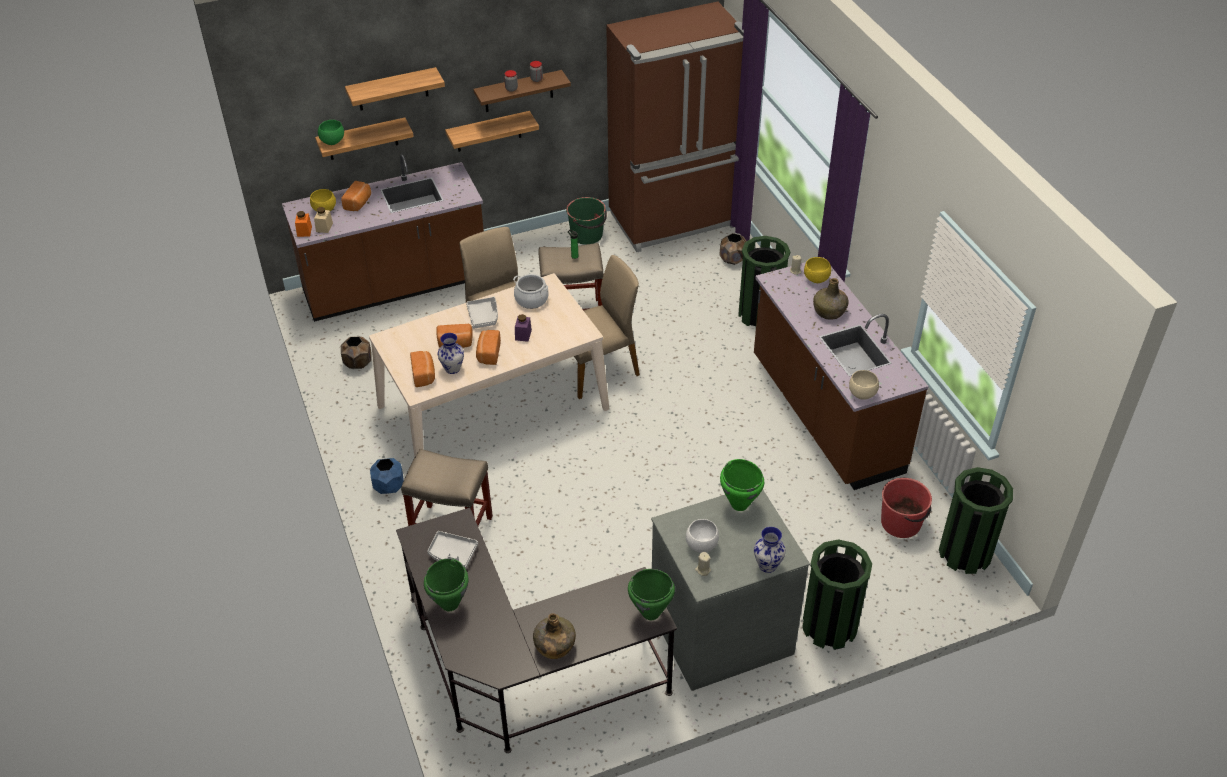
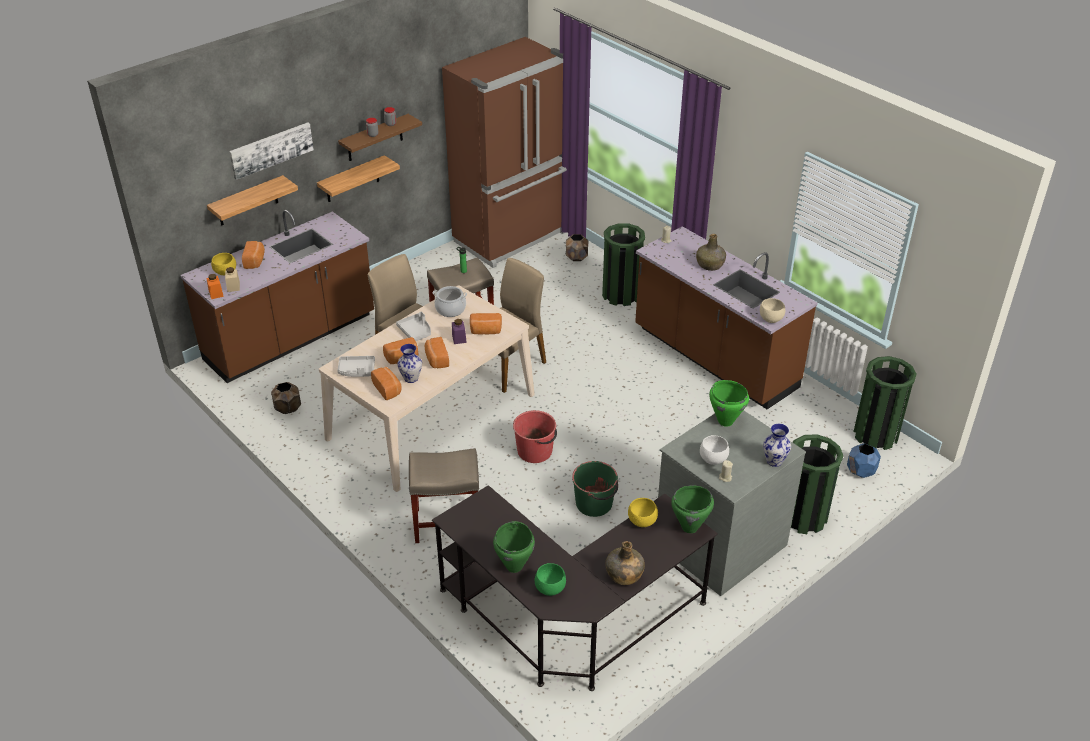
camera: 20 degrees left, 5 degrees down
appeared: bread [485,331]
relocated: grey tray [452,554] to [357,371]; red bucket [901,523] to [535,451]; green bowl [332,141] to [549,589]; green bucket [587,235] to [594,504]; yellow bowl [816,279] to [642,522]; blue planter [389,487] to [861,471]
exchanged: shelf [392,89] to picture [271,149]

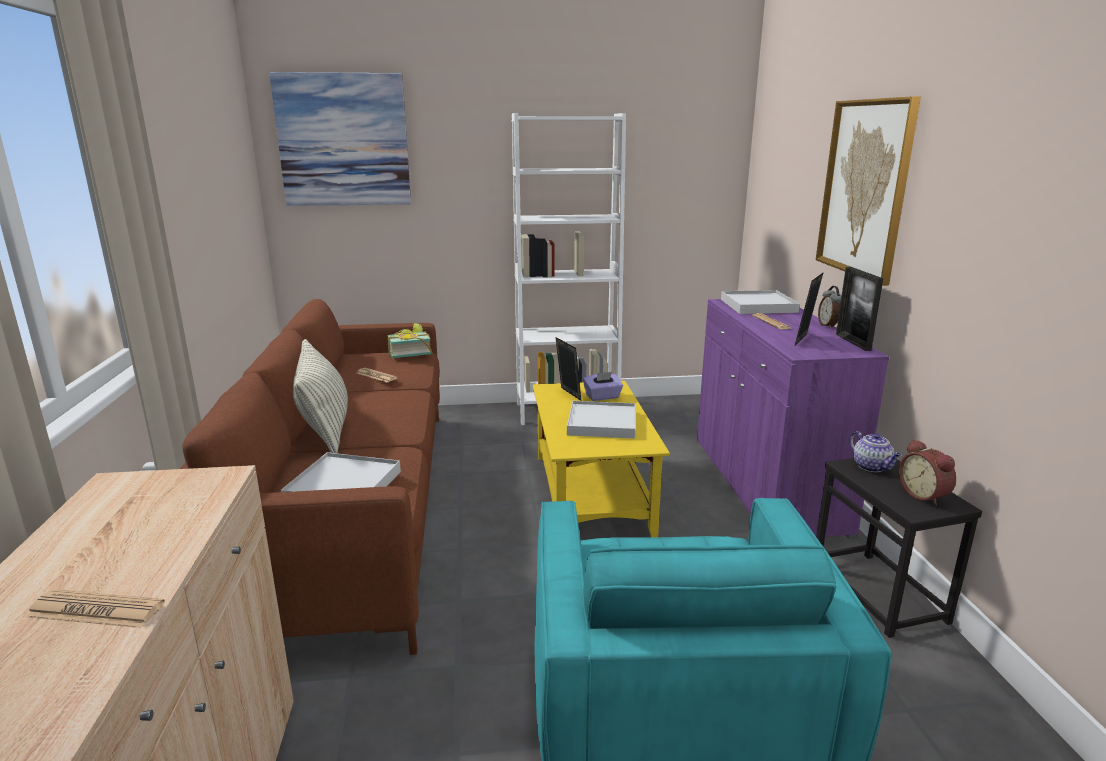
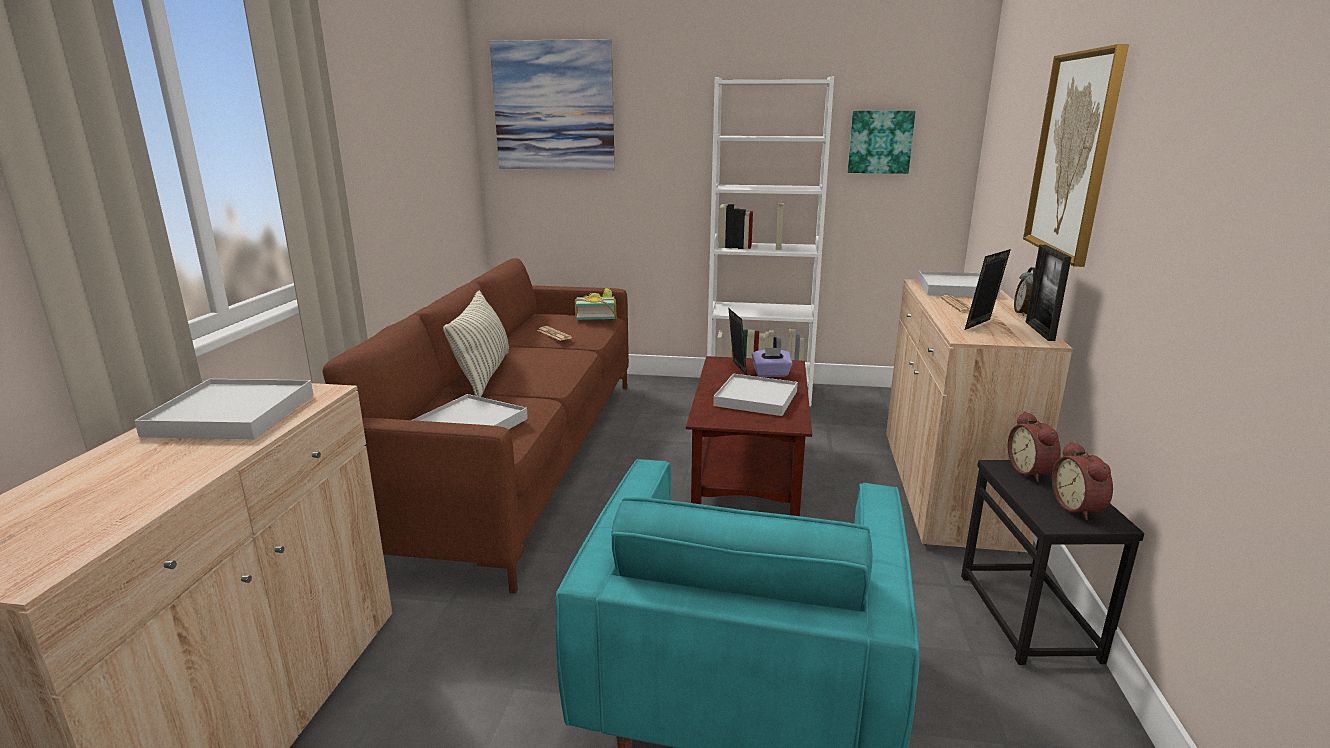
camera: 15 degrees right, 0 degrees up
missing: newspaper [96,610]
appeared: white tray [232,414]; picture [880,142]
exchanged: teapot [872,467] to alarm clock [1032,471]
colour: yellow coffee table [590,493] to brown coffee table [747,473]; purple cabinet [766,484] to beige cabinet [946,488]

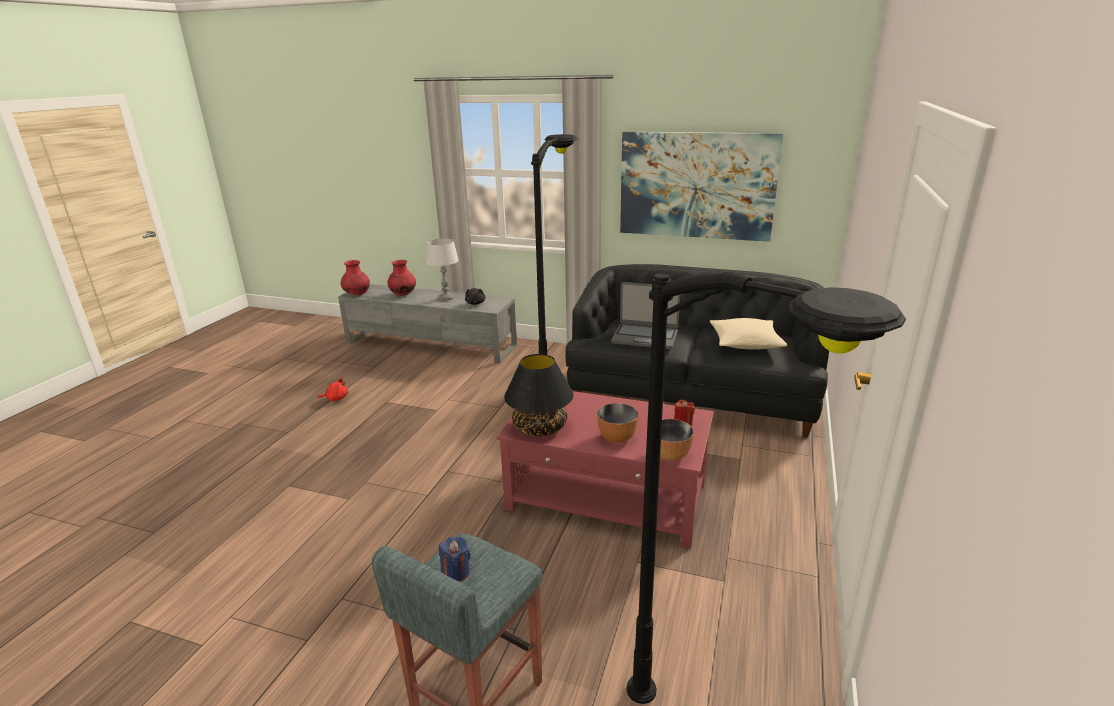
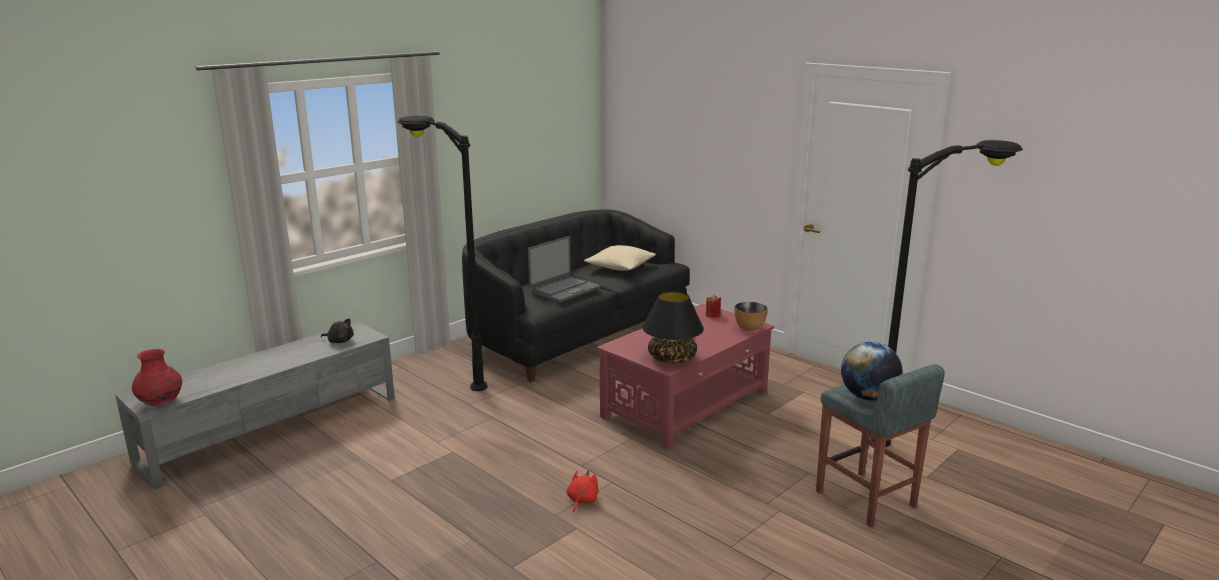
camera: 65 degrees left, 5 degrees down
missing: red vase [403,294]; grey table lamp [446,298]; bowl [617,438]; picture [696,185]
relocated: red plush toy [336,398] to [582,500]
exchanged: blue candle [456,572] to globe [868,397]

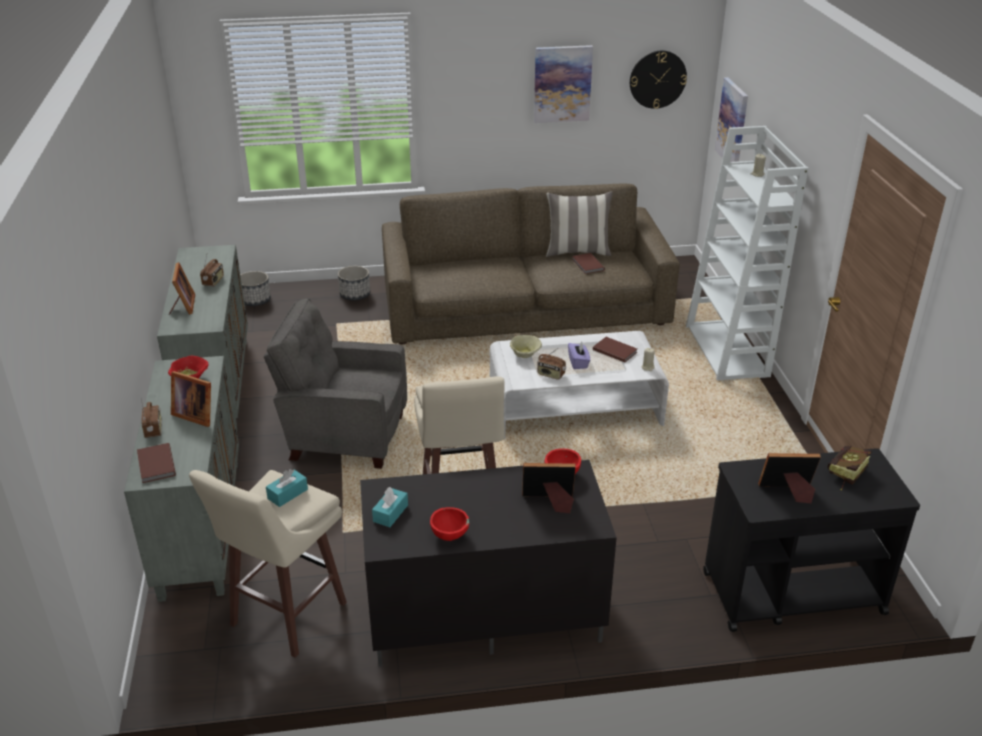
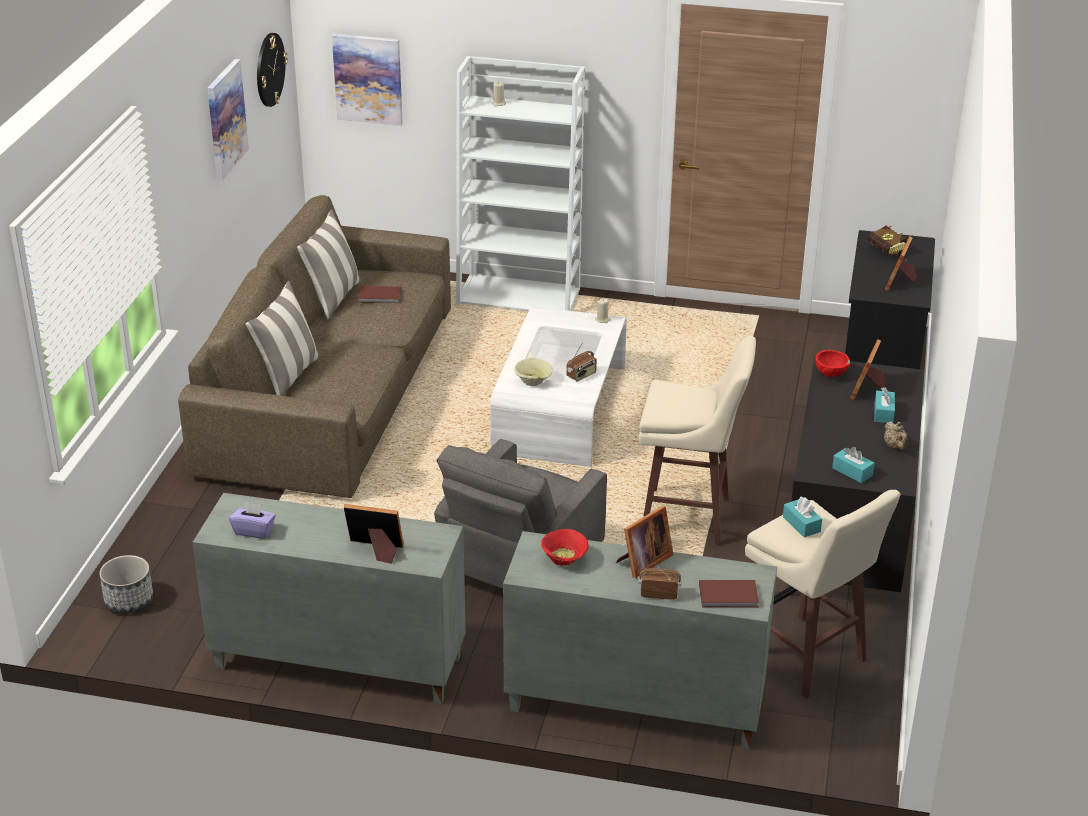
camera: 70 degrees left, 0 degrees up
missing: radio [213,281]; planter [355,295]; brown book [615,350]
appeared: pillow [287,375]; turquoise tissue box [883,413]
relocated: purple tissue box [578,363] to [254,531]
exchanged: red bowl [449,535] to beige teapot [895,447]

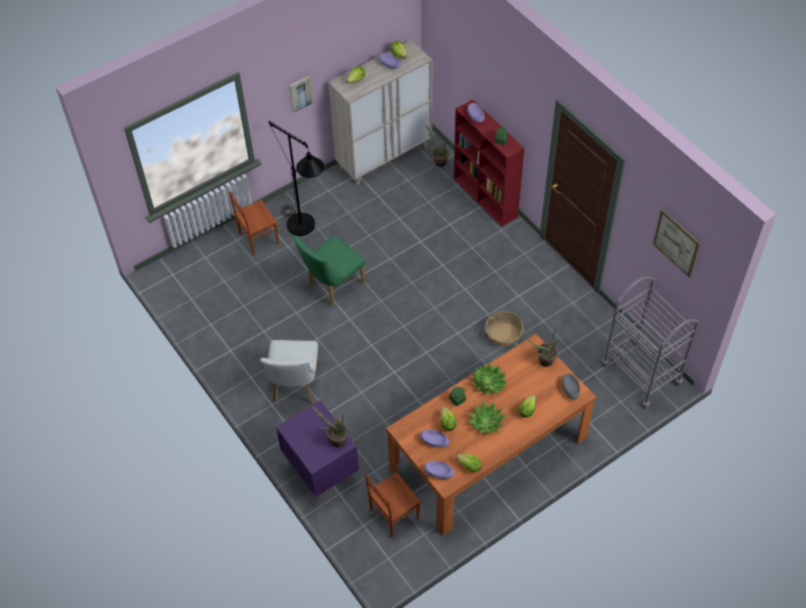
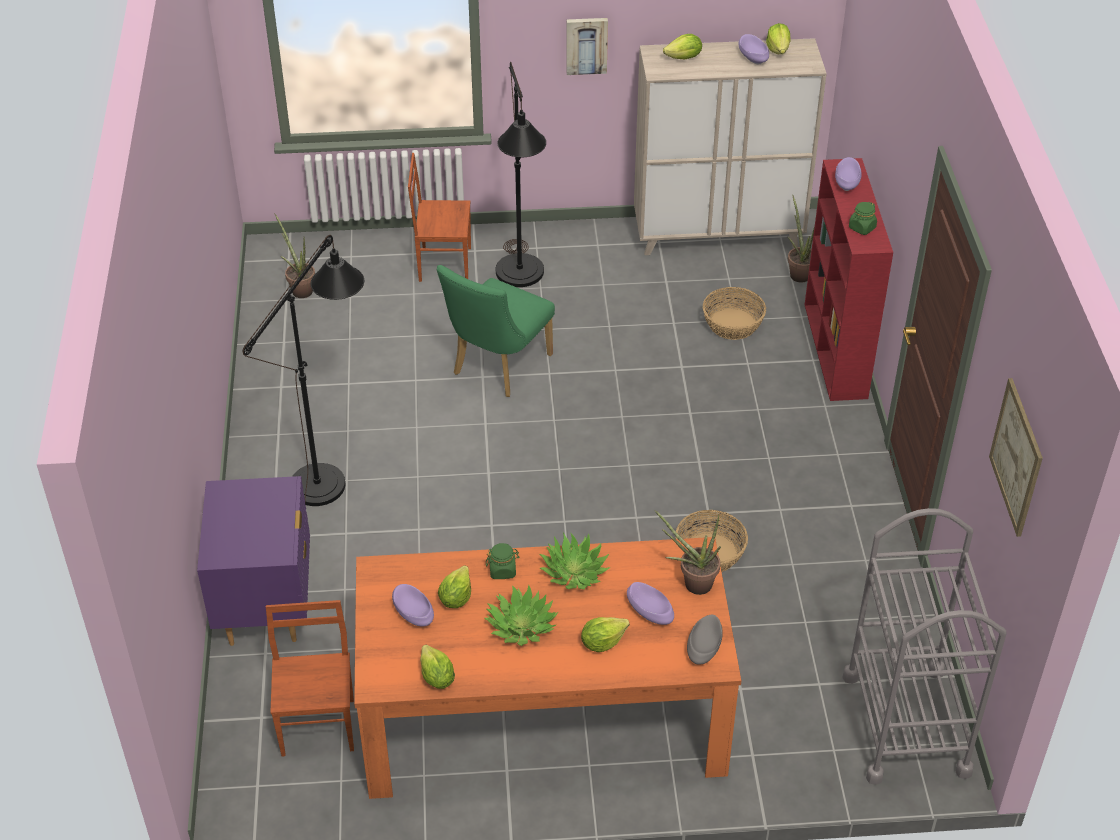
camera: 30 degrees right, 10 degrees down
appeared: basket [733,324]
relocated: potted plant [335,439] to [300,289]; purple bowl [438,473] to [649,611]
exchanged: white chair [295,387] to black floor lamp [328,476]
spun: brown chair [393,514] = [319,726] 90 degrees clockwise; green chair [332,286] = [497,368] 45 degrees counterclockwise

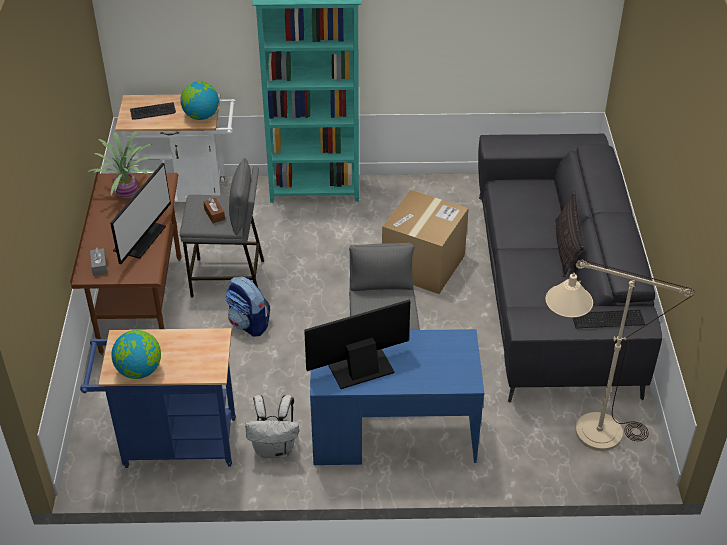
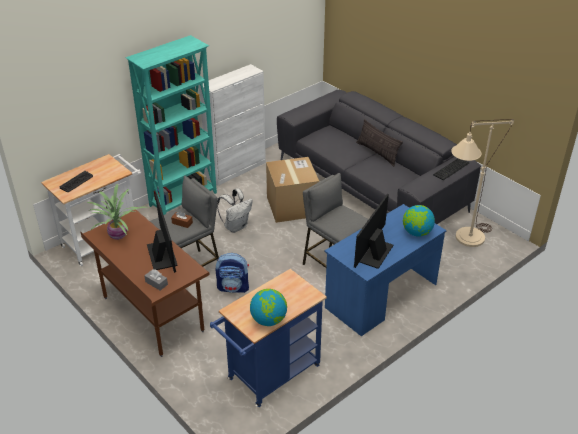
camera: 40 degrees left, 5 degrees down
appeared: white cabinet [236,169]
relocated: white backpack [275,448] to [236,226]; globe [201,116] to [416,232]

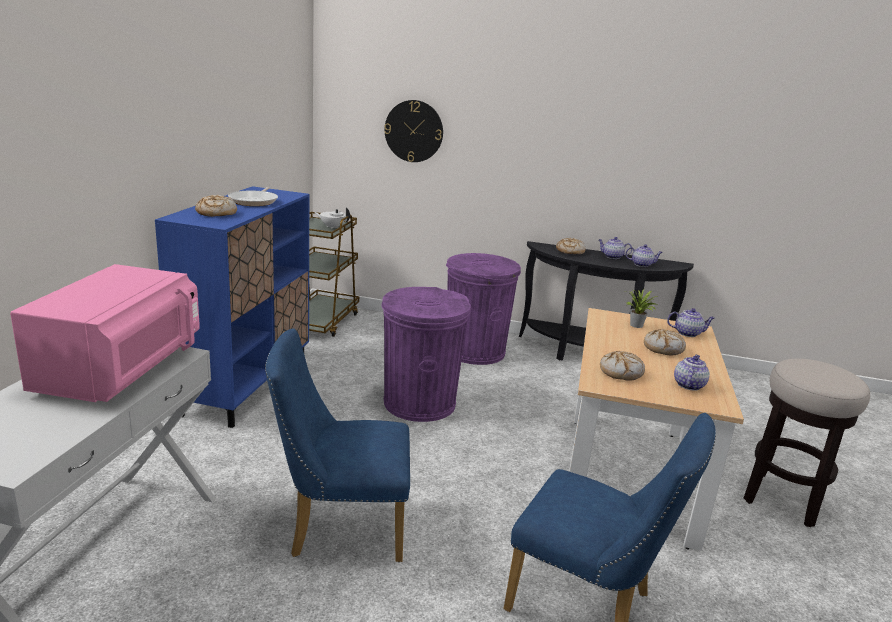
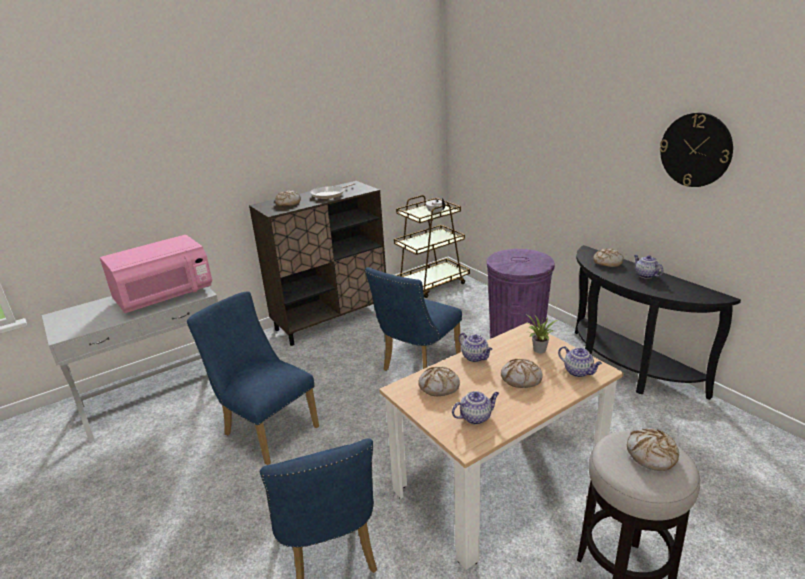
camera: 45 degrees right, 5 degrees up
appeared: bread [651,455]
relocated: teapot [642,265] to [475,357]; wall clock [414,131] to [695,150]
exchanged: purple trash can [419,403] to blue chair [417,365]
colour: blue cabinet [247,385] to brown cabinet [331,320]

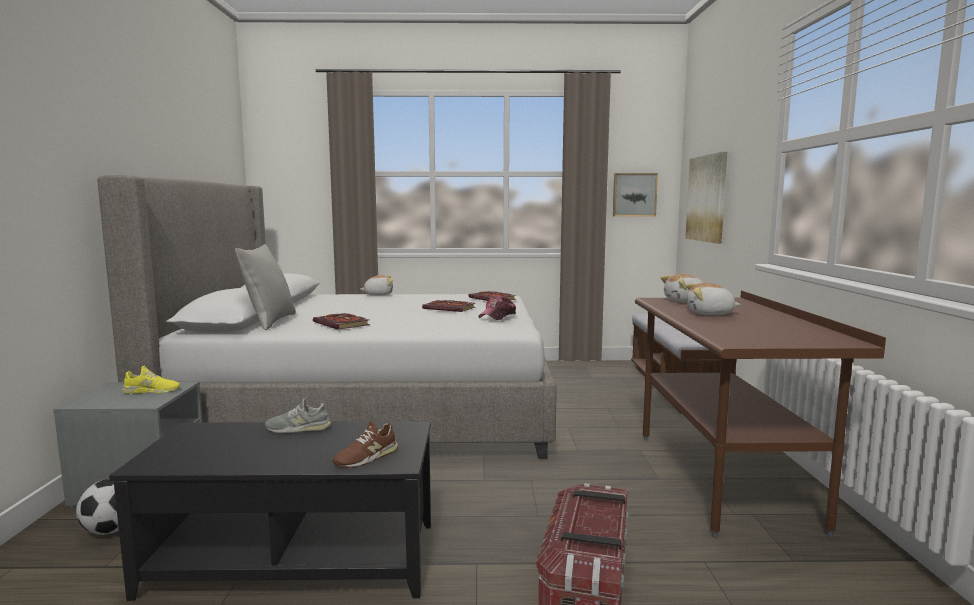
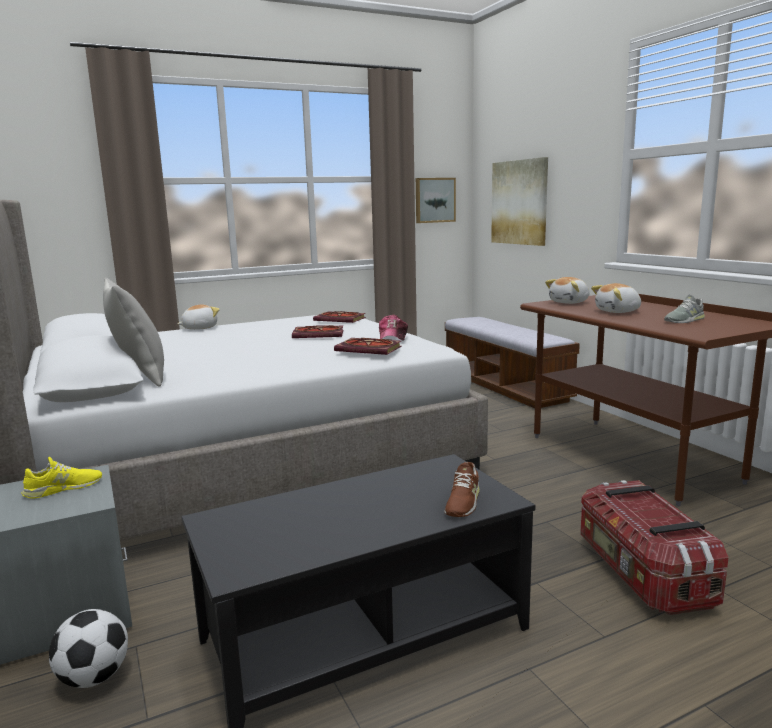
camera: 25 degrees left, 5 degrees up
relocated: book [343,324] to [370,349]; grey shoe [298,428] to [684,320]

